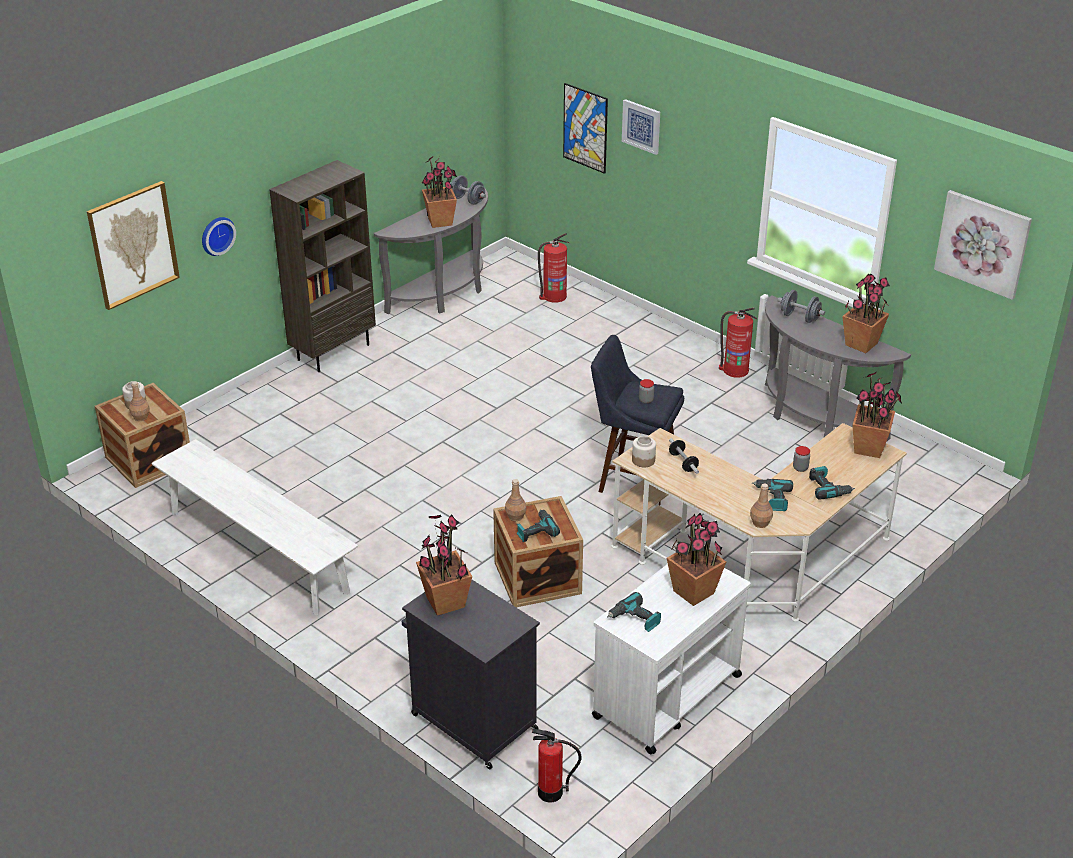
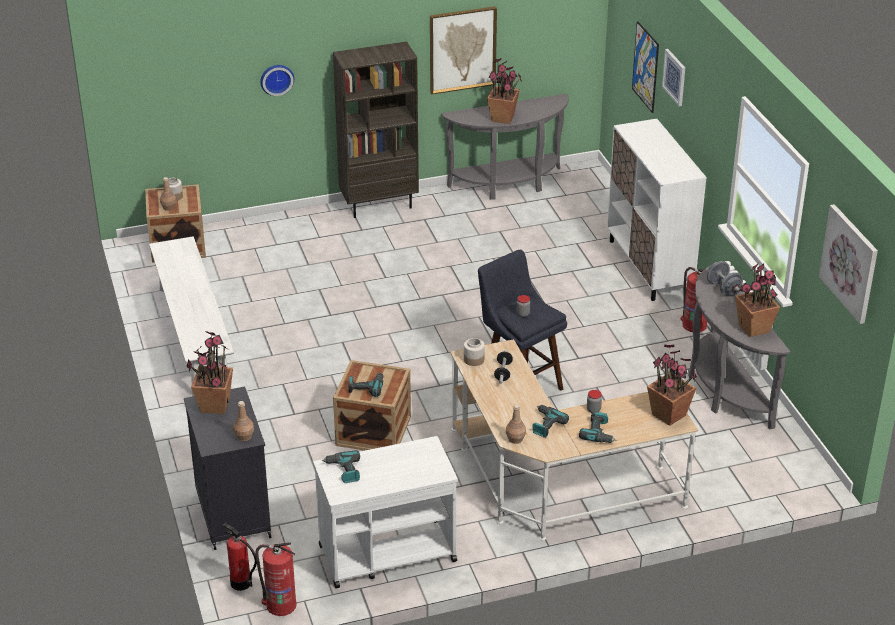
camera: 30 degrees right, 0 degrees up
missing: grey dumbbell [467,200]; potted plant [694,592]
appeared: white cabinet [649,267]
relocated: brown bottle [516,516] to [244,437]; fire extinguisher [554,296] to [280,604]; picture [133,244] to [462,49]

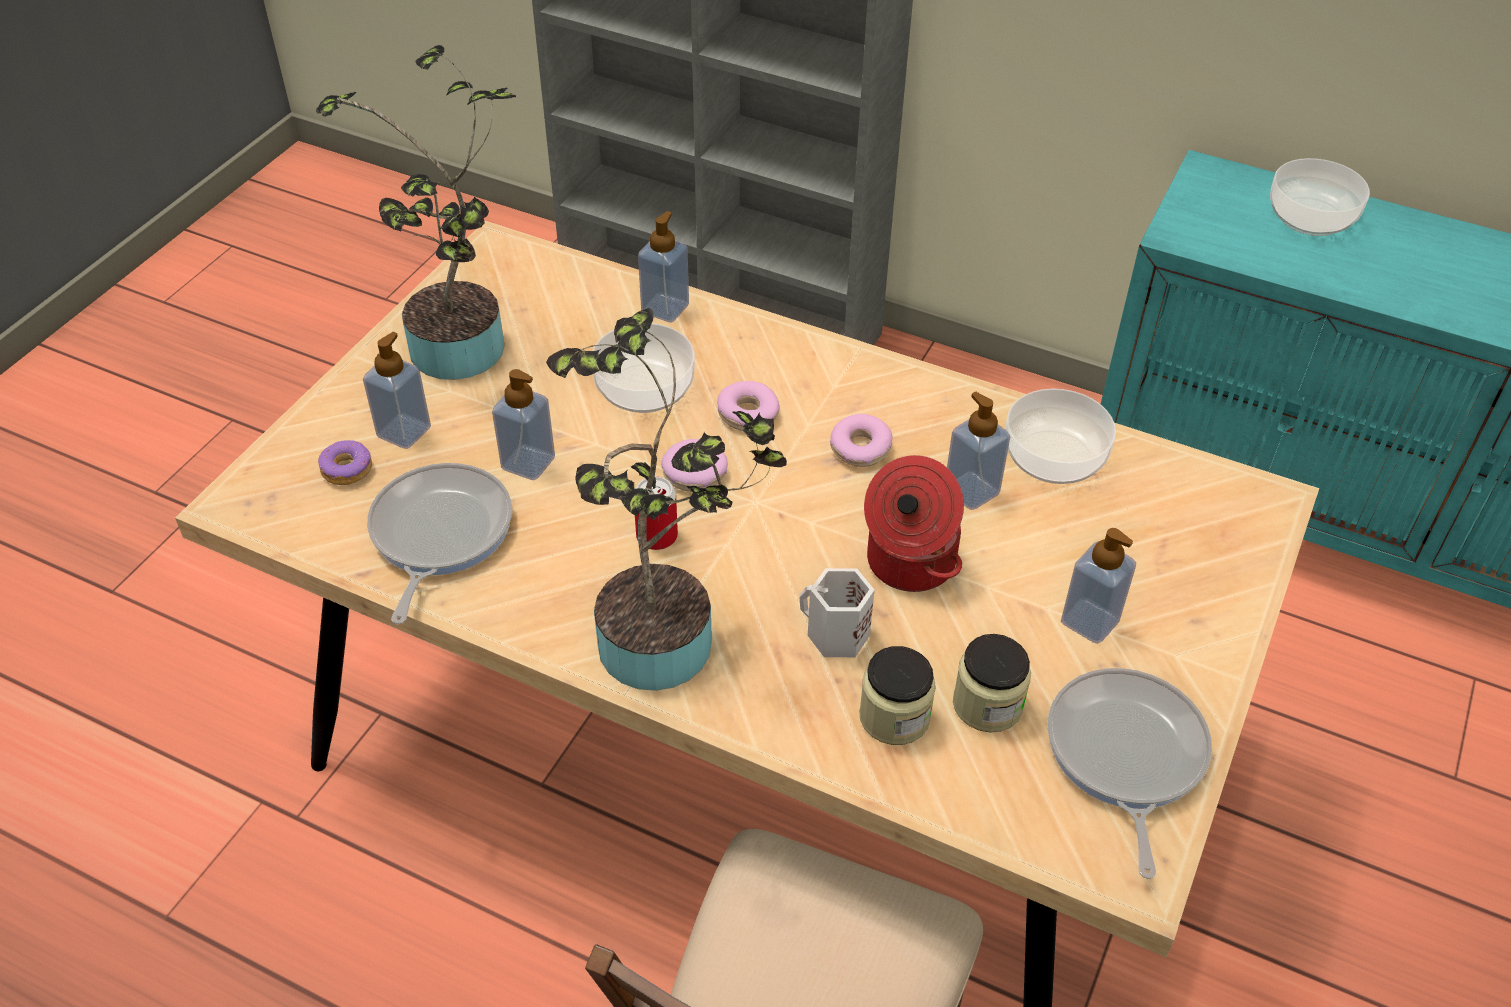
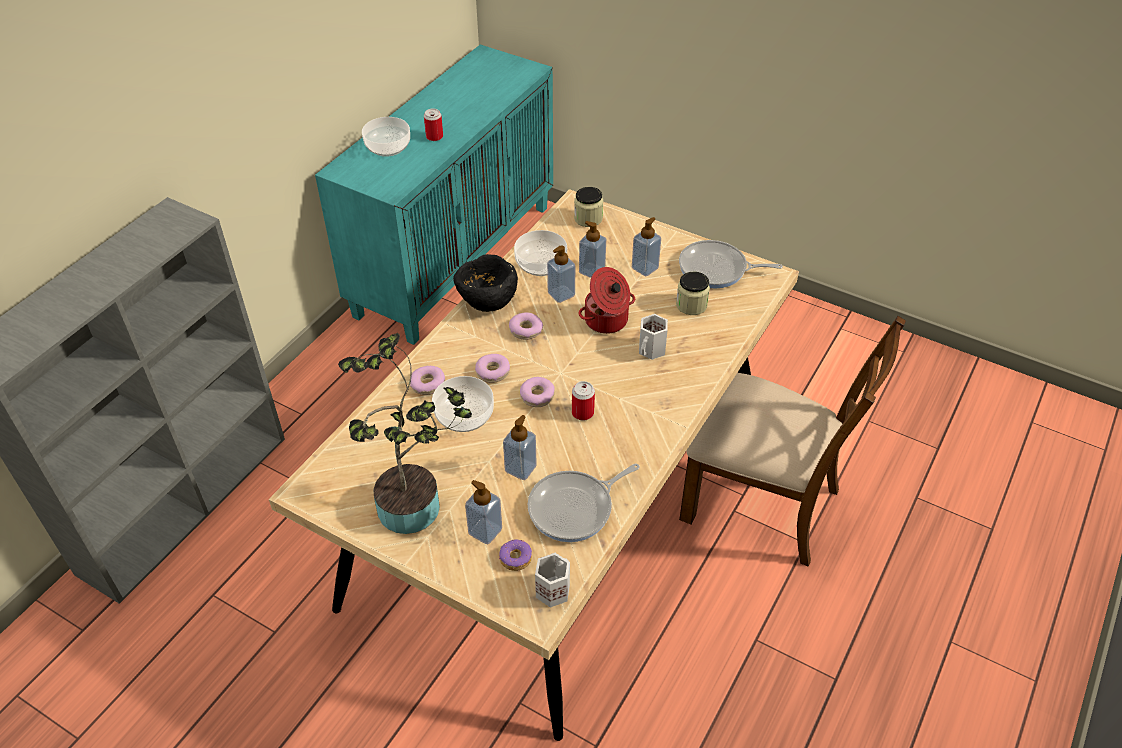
camera: 85 degrees left, 0 degrees up
missing: potted plant [668,639]
appeared: donut [427,384]; can [434,137]; black bowl [487,302]; white mug [552,589]
relocated: jar [894,717] to [588,218]; soap dispenser [665,308] to [592,271]
spun: frying pan [438,534] = [575,508] 45 degrees counterclockwise

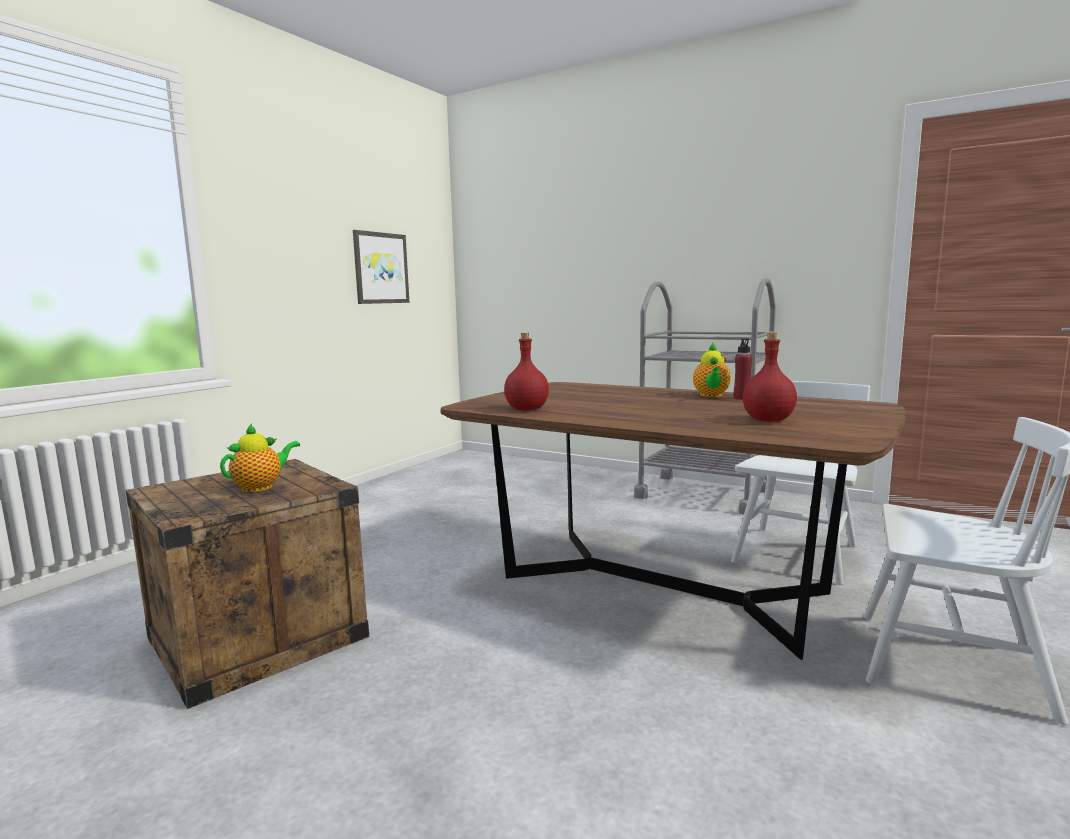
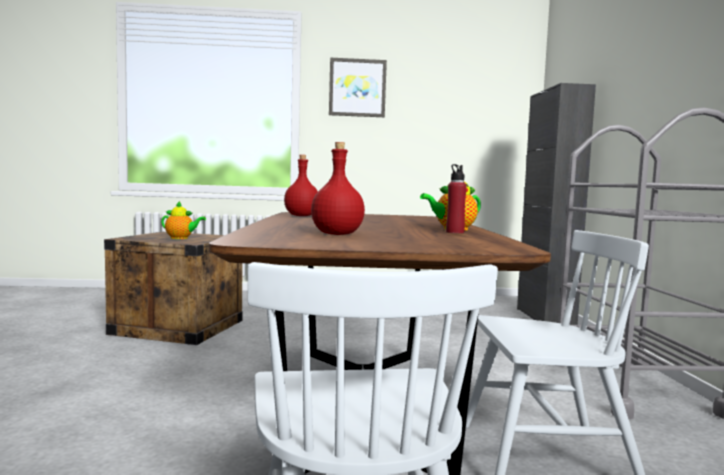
camera: 55 degrees right, 5 degrees down
appeared: black cabinet [545,318]
relocated: picture [380,268] to [357,88]

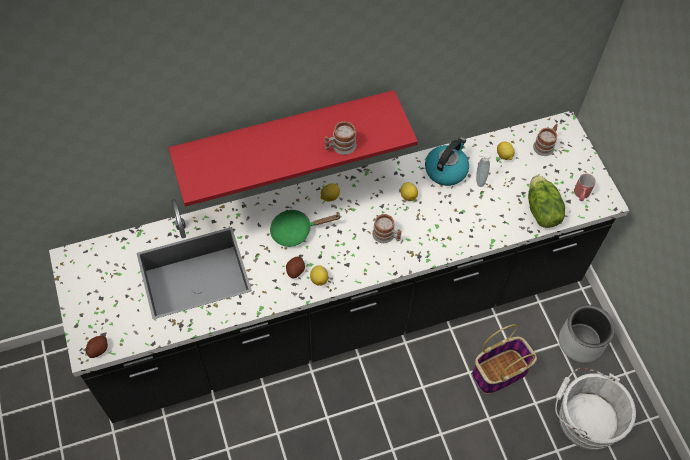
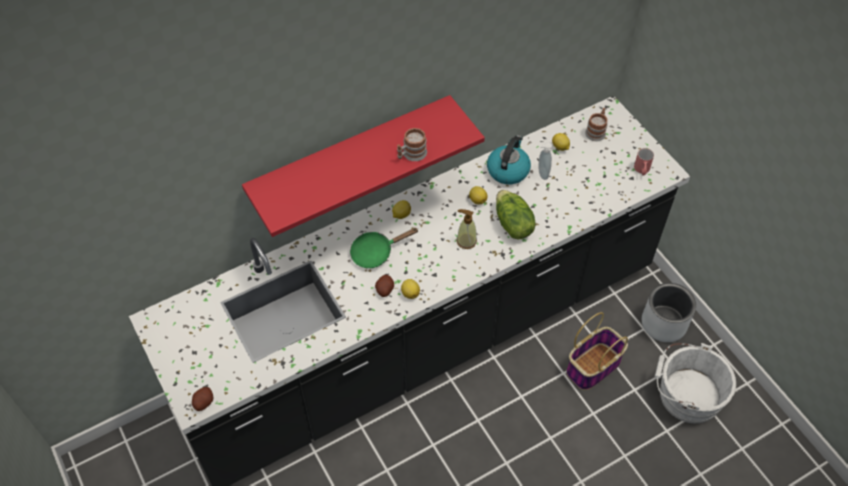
camera: 10 degrees left, 5 degrees down
relocated: lettuce [541,211] to [512,224]
exchanged: mug [386,236] to soap dispenser [466,241]

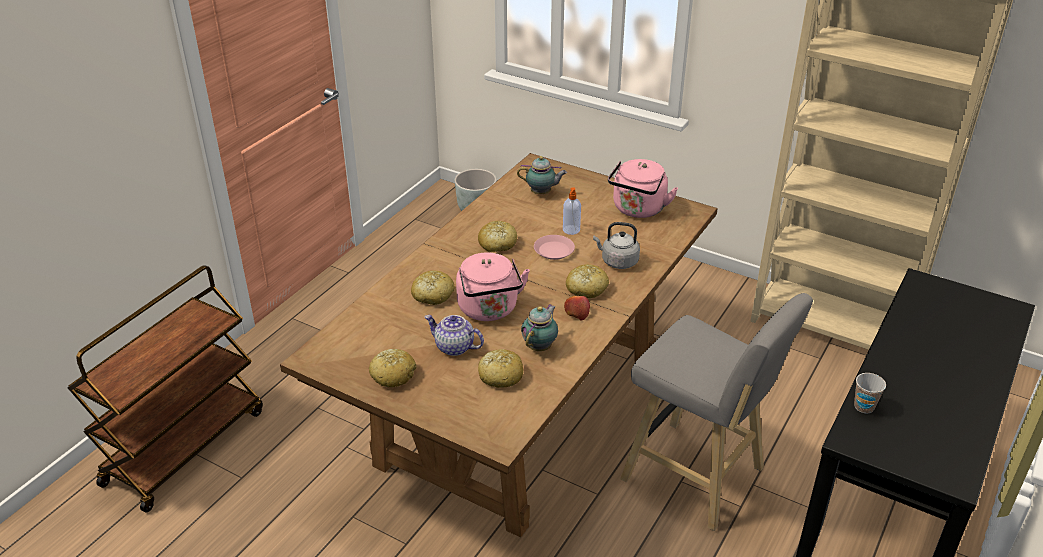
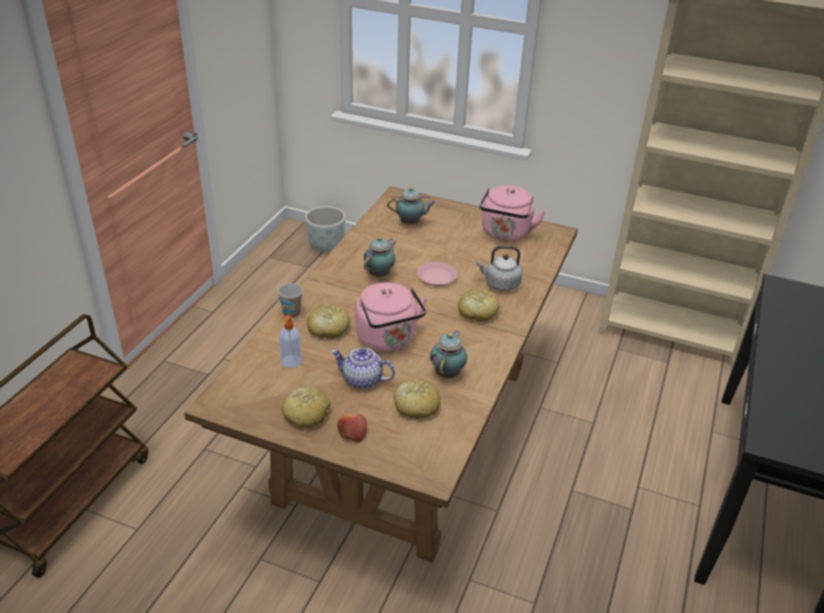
camera: 10 degrees left, 0 degrees up
missing: grey stool [698,478]
relocated: cup [864,407] to [291,313]; soap dispenser [571,230] to [291,362]; apple [576,312] to [352,432]
exchanged: bread [497,244] to teapot [380,274]

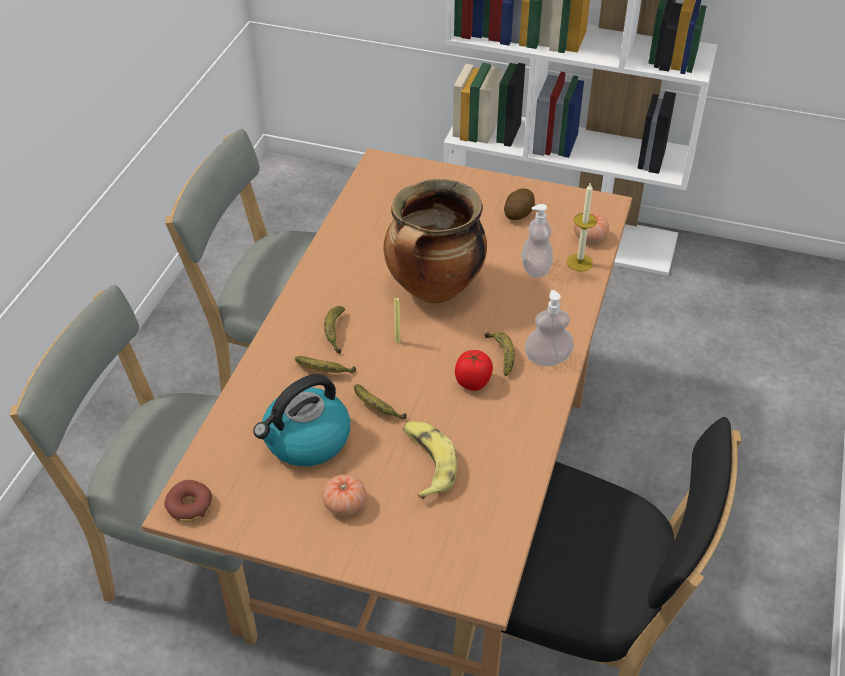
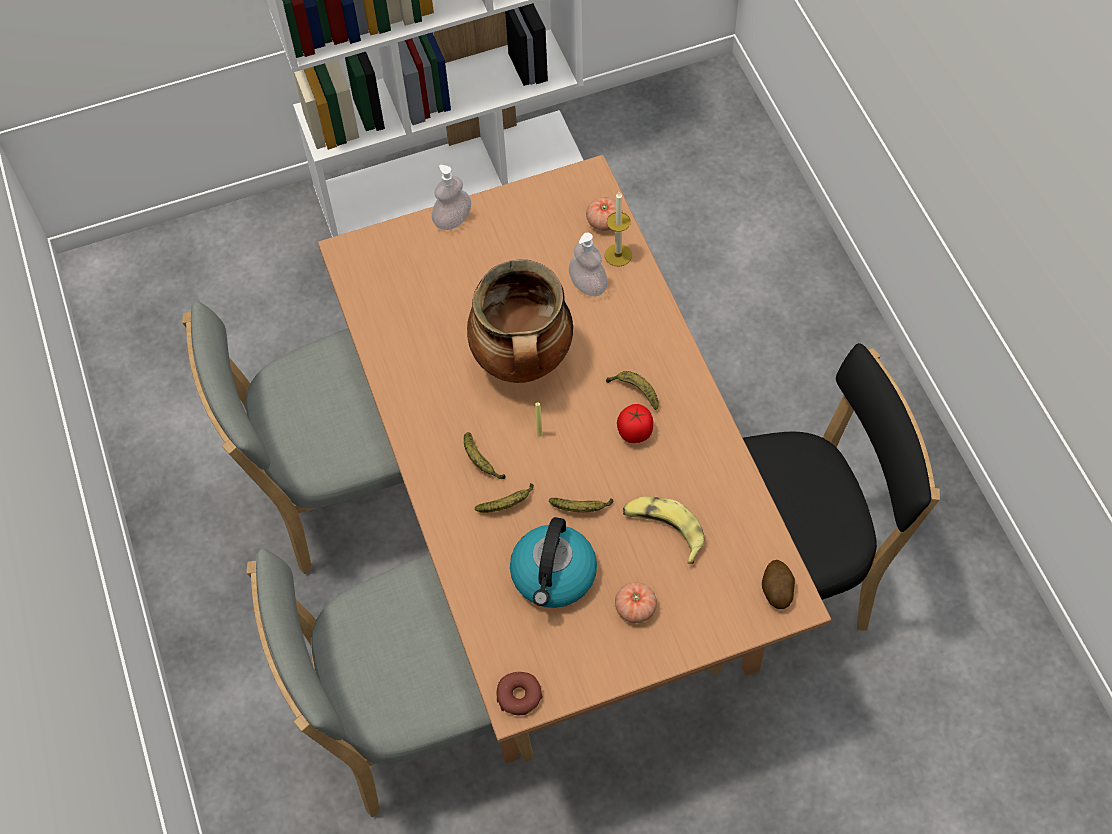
camera: 35 degrees left, 15 degrees up
relocated: soap dispenser [548,358] to [452,220]; potato [518,213] to [777,590]

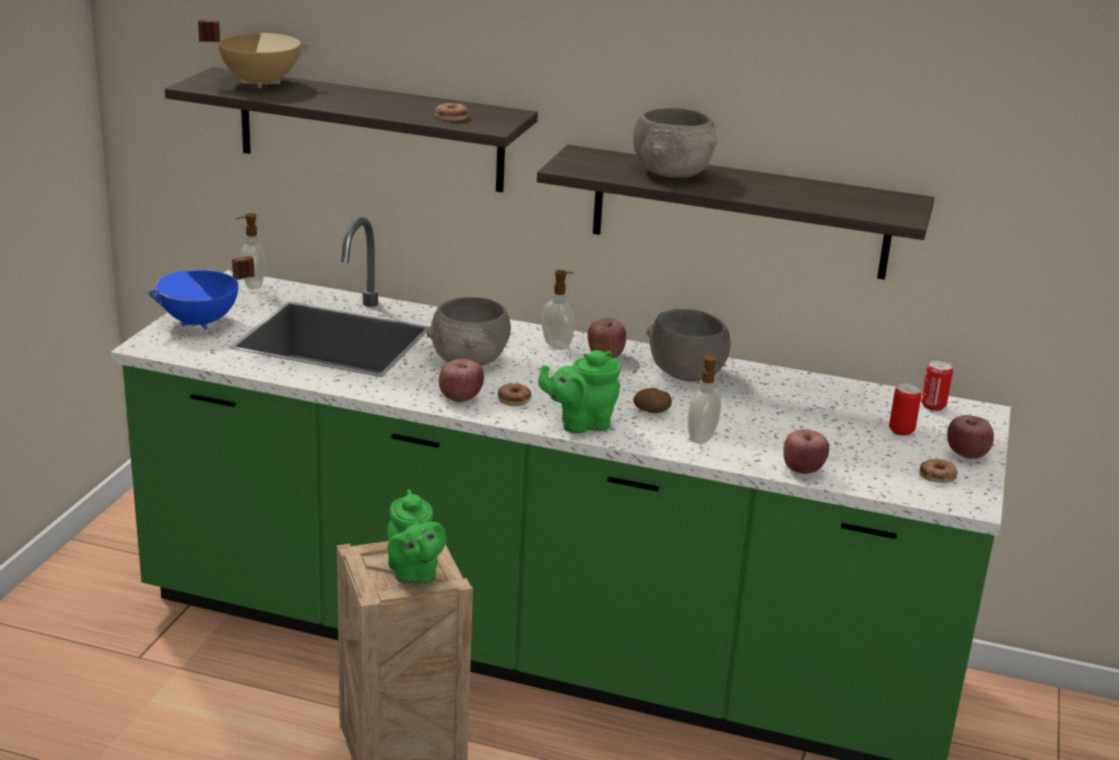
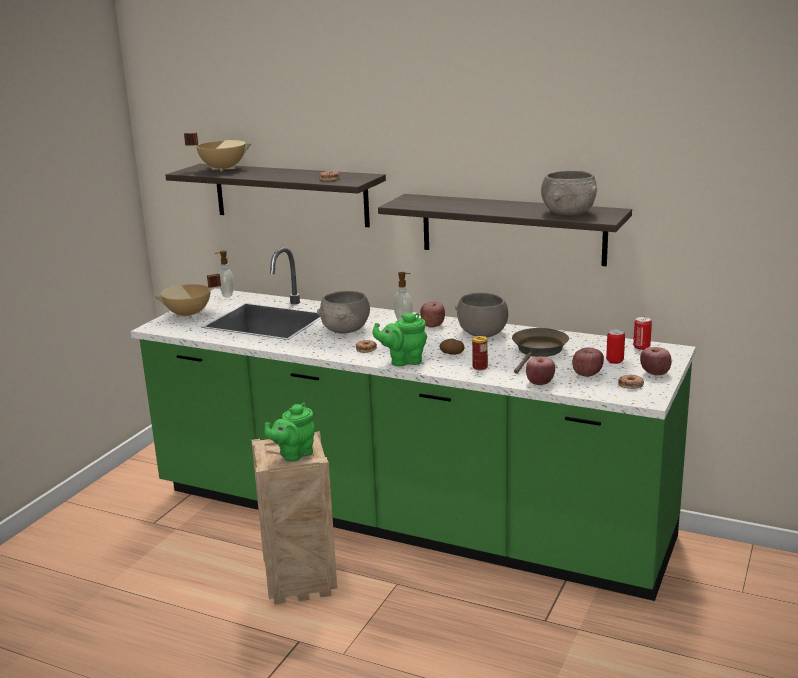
camera: 10 degrees right, 5 degrees down
appeared: brown frying pan [538,351]
relocated: grey bowl [672,172] to [569,213]; apple [460,397] to [587,374]
exchanged: soap dispenser [703,438] to can [480,367]
colour: blue cooking pot [200,322] to beige cooking pot [189,315]
spun: green teapot [413,574] = [293,454] 60 degrees clockwise

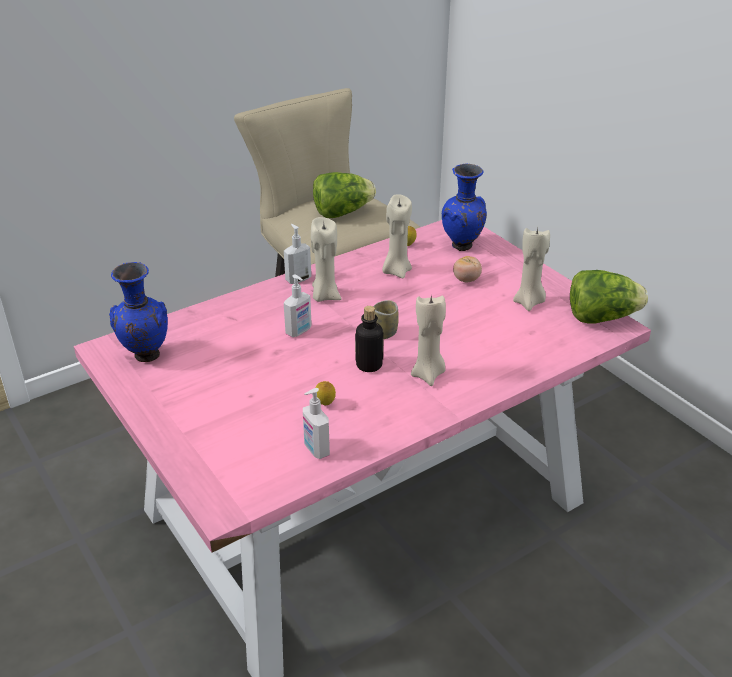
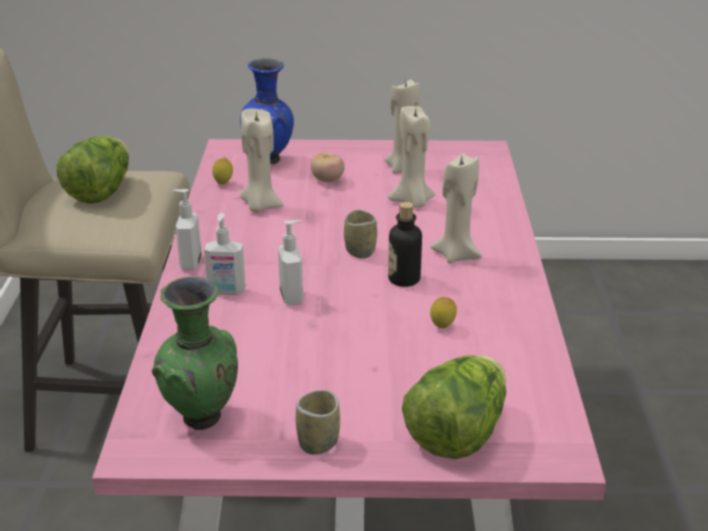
camera: 55 degrees left, 5 degrees down
appeared: cup [318,443]
relocated: soap dispenser [316,450] to [226,291]; beige candle [325,296] to [412,202]; lettuce [601,317] to [457,433]
colour: blue vase [145,357] to green vase [202,421]

